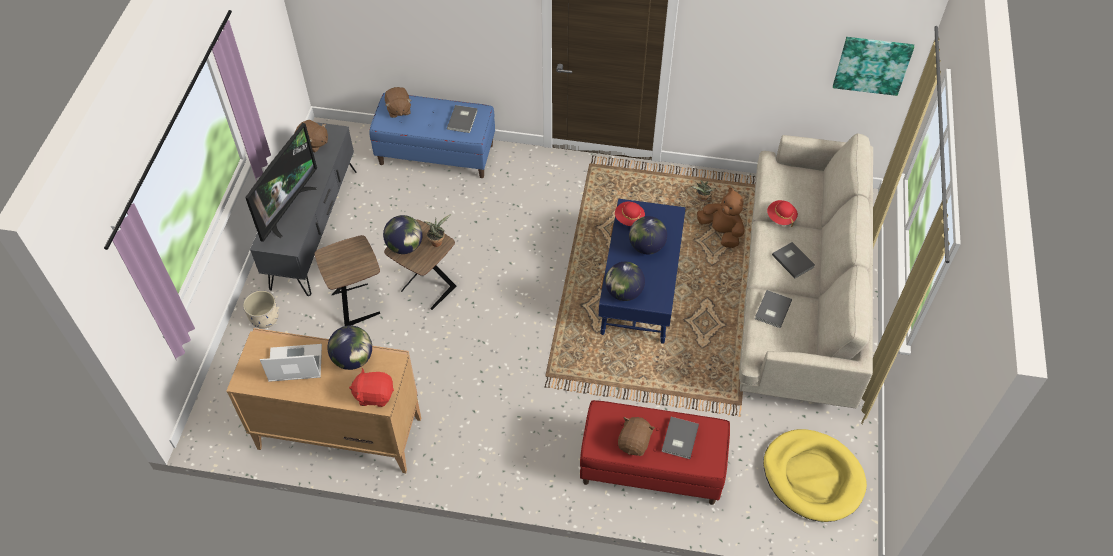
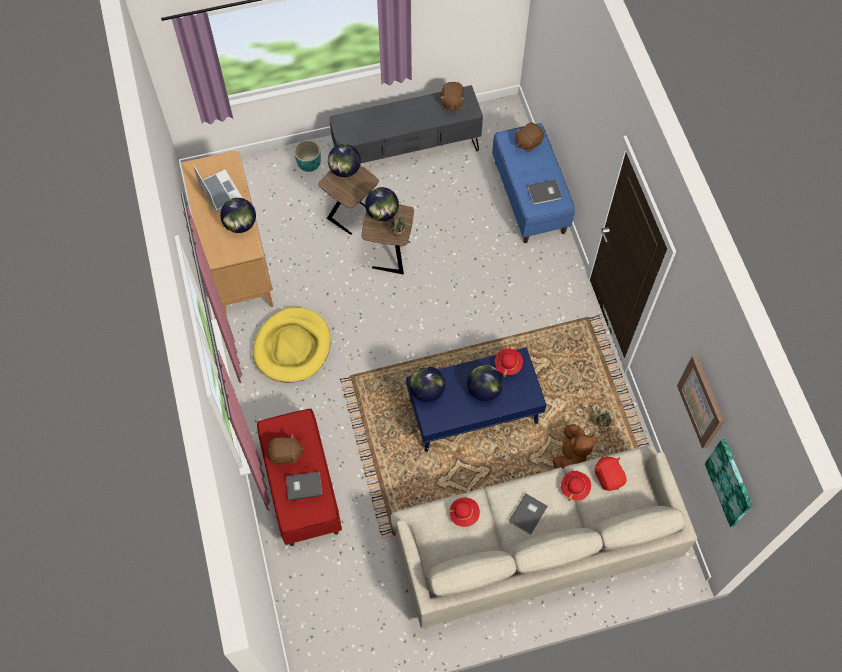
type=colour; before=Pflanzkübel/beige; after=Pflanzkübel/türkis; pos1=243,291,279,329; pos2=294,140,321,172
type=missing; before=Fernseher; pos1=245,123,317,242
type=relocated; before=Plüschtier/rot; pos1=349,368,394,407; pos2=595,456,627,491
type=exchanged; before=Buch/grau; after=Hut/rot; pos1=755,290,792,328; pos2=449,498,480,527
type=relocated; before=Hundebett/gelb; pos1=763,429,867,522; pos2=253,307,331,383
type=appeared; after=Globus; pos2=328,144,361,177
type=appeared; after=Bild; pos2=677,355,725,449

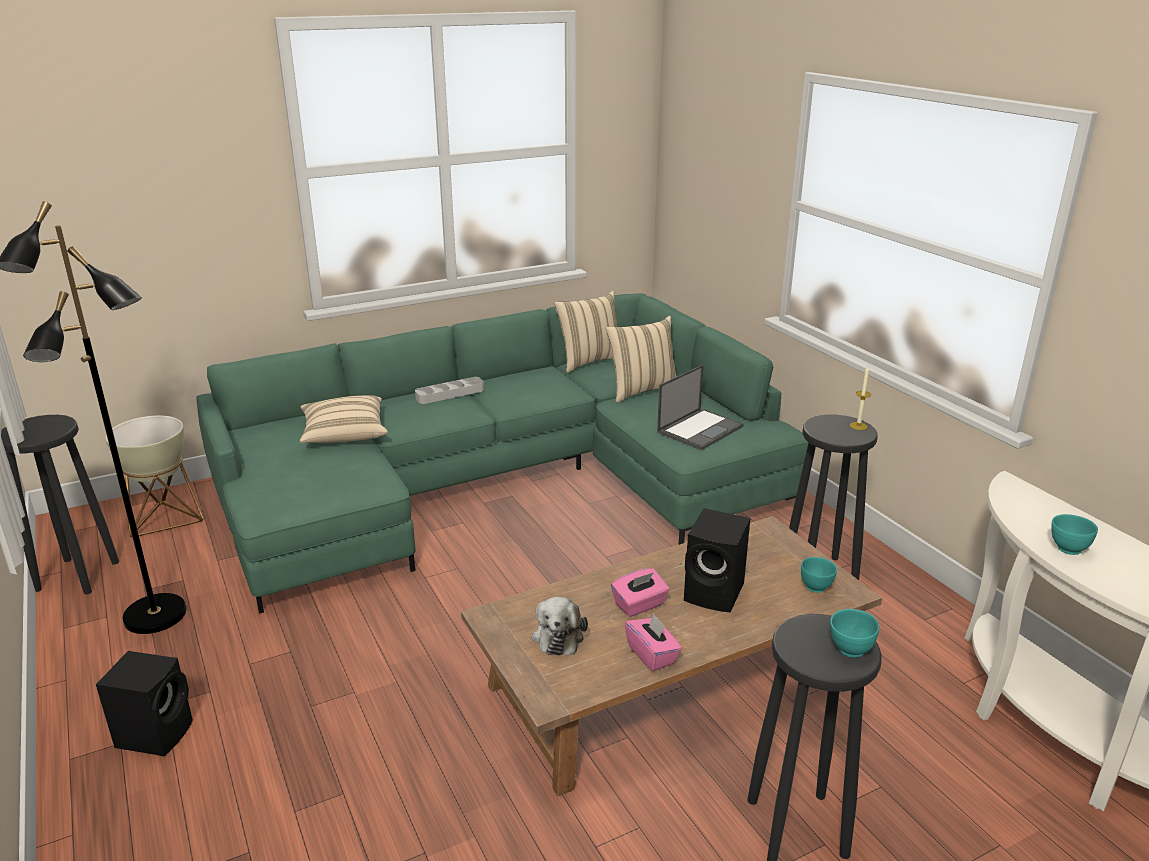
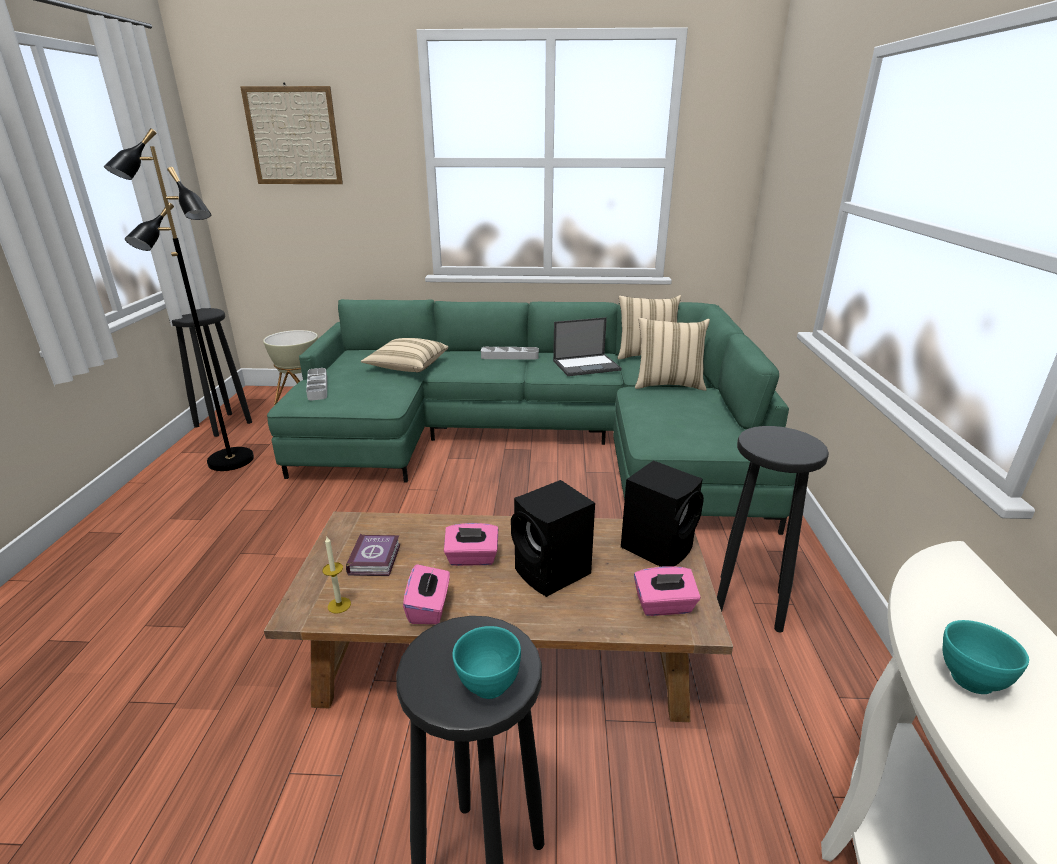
type=relocated; before=Lautsprecher/schwarz; pos1=96,651,193,756; pos2=621,460,704,567
type=exchanged; before=Plüschtier; after=Buch; pos1=532,597,588,655; pos2=346,534,400,576
type=relocated; before=Laptop; pos1=657,365,744,450; pos2=553,317,621,376
type=exchanged; before=Schüssel/türkis; after=Taschentuchbox/rosa; pos1=801,557,837,593; pos2=634,566,701,616
type=relocated; before=Kerze; pos1=850,367,871,430; pos2=322,537,351,614
type=appeared; after=Bild; pos2=240,82,343,184
type=appeared; after=Tablett/grau; pos2=306,368,327,400

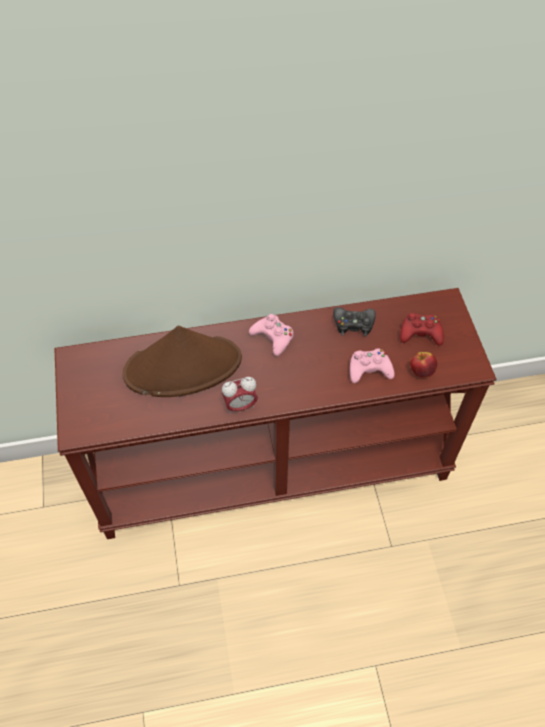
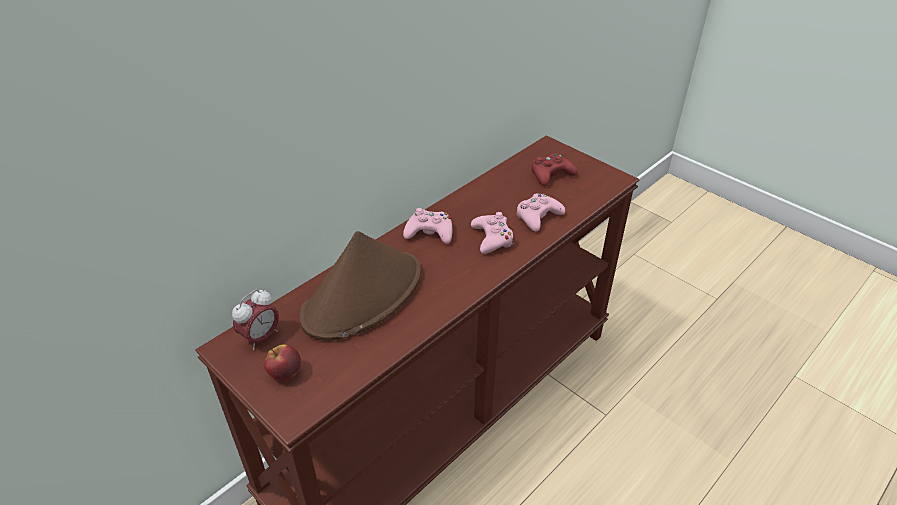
type=relocated; before=Wecker; pos1=222,377,258,414; pos2=232,289,279,350
type=missing; before=Gamepad/schwarz; pos1=333,307,376,336
type=relocated; before=Apfel; pos1=410,352,437,378; pos2=263,344,301,380
type=appeared; after=Gamepad/rosa; pos2=471,212,514,254

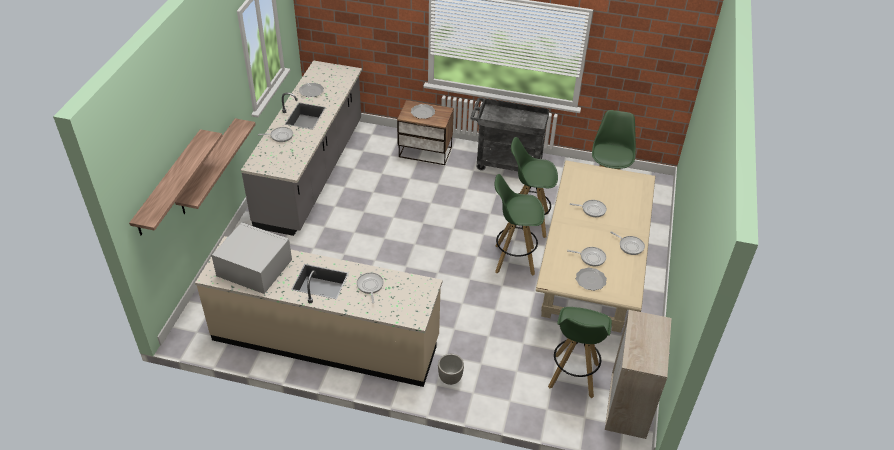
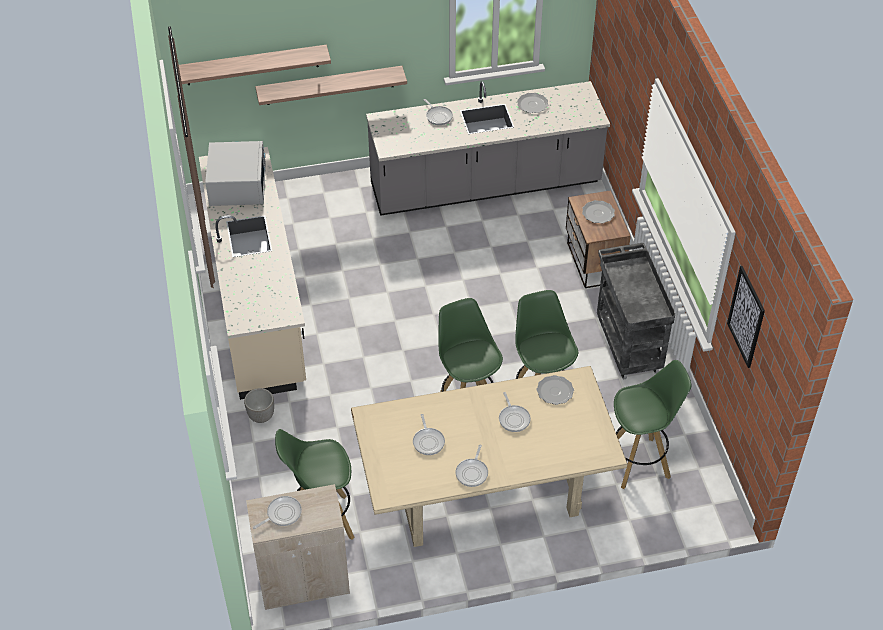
type=relocated; before=Pfanne; pos1=357,273,384,303; pos2=253,496,302,529
type=relocated; before=Teller; pos1=576,267,607,291; pos2=537,375,574,405
type=appeared; after=Bild; pos2=727,266,765,368

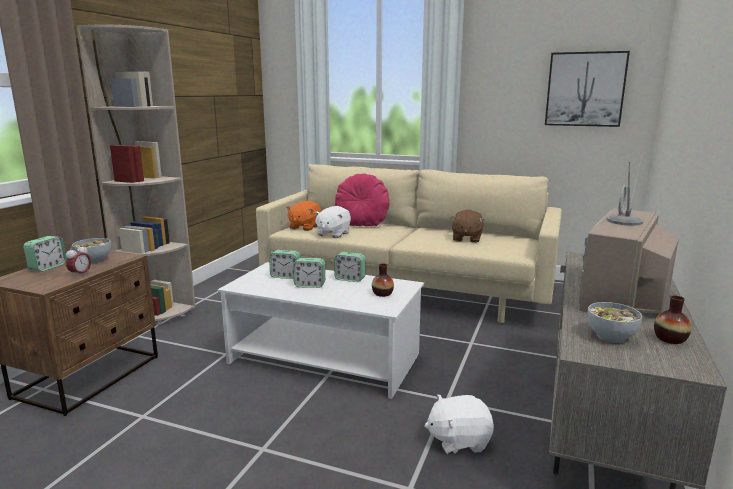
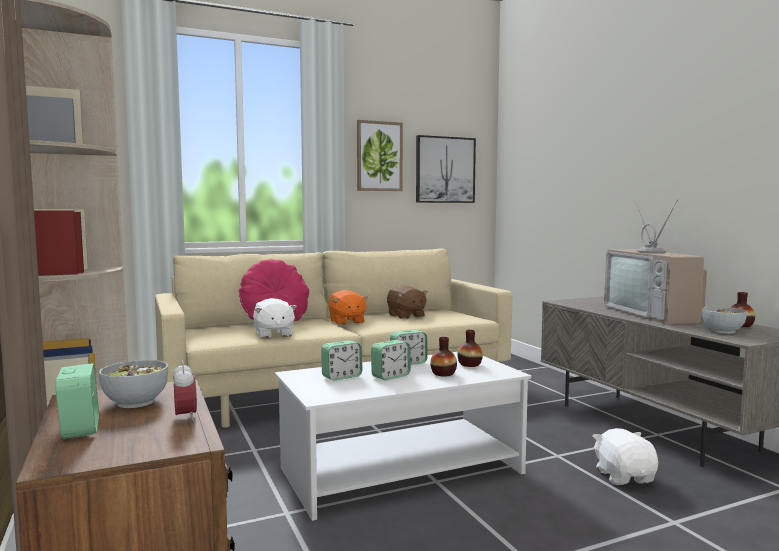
type=relocated; before=Plüschtier/orange; pos1=286,201,321,231; pos2=328,290,368,325
type=spun; before=Plüschtier/weiß; pos1=425,394,494,454; pos2=593,428,658,485; turn=135
type=appeared; after=Bild; pos2=357,120,403,191
type=appeared; after=Vase; pos2=430,337,457,376

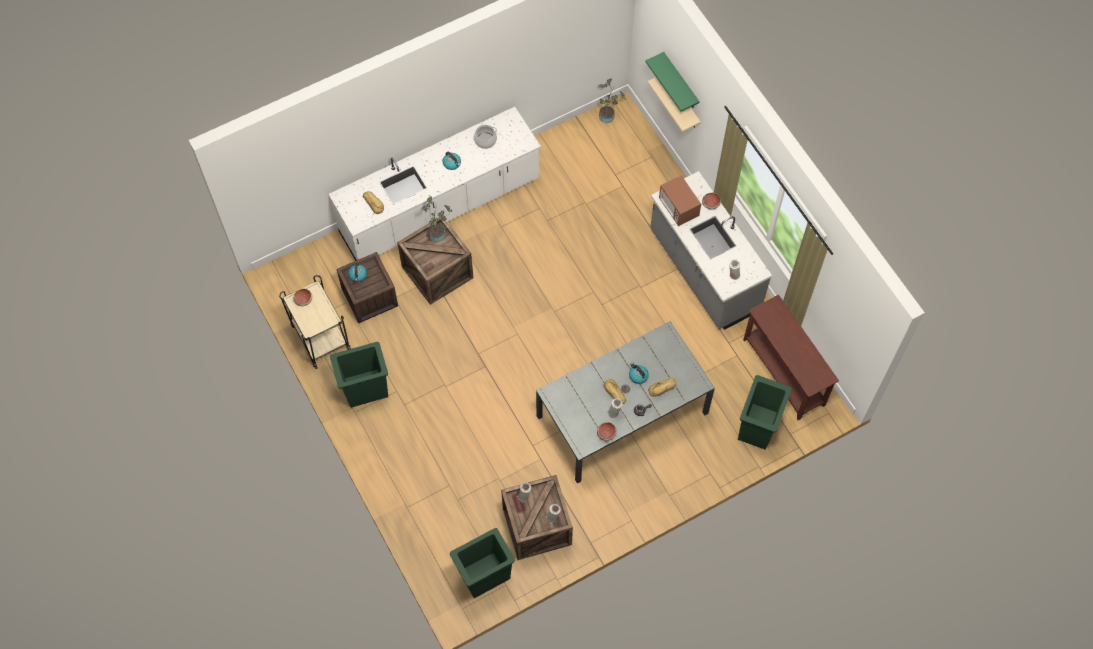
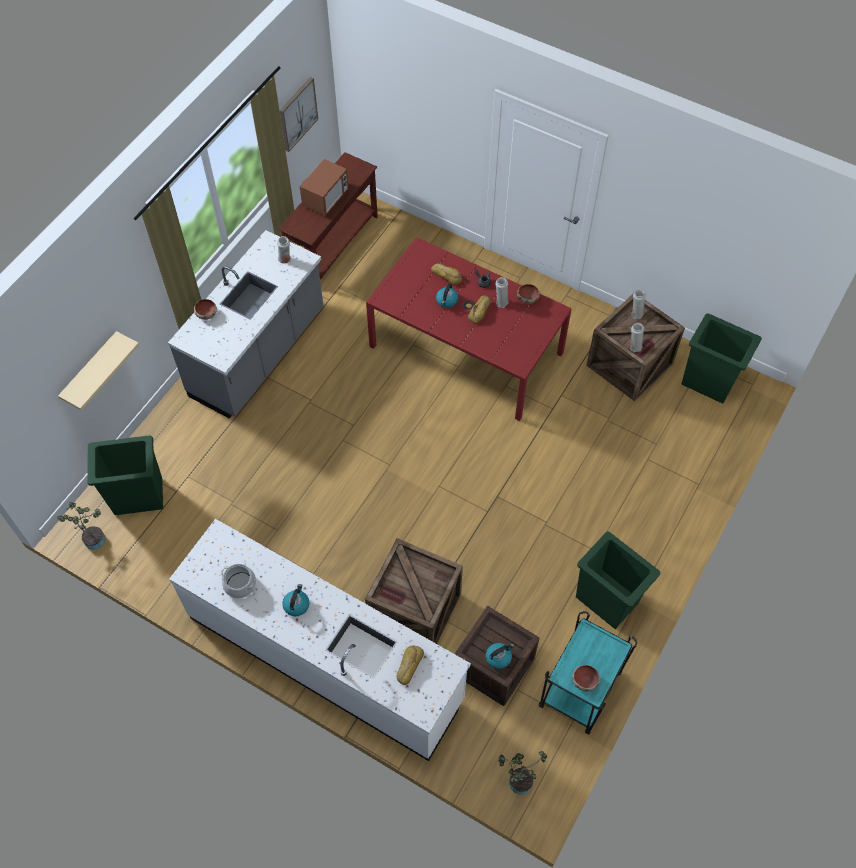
type=colour; before=Rollwagen/beige; after=Rollwagen/türkis; pos1=279,275,351,369; pos2=539,611,637,735
type=relocated; before=Topfpflanze; pos1=422,196,452,242; pos2=498,751,547,794
type=colour; before=Esstisch/grau; after=Esstisch/rot; pos1=536,321,715,484; pos2=366,237,572,421
type=missing; before=Wandregal/grün; pos1=646,52,699,112
type=relocated; before=Mikrowelle; pos1=659,175,701,226; pos2=300,159,349,216
type=relocated; before=Mülleimer/grün; pos1=738,375,792,450; pos2=87,435,163,515
type=appeared; after=Bild; pos2=280,77,318,152

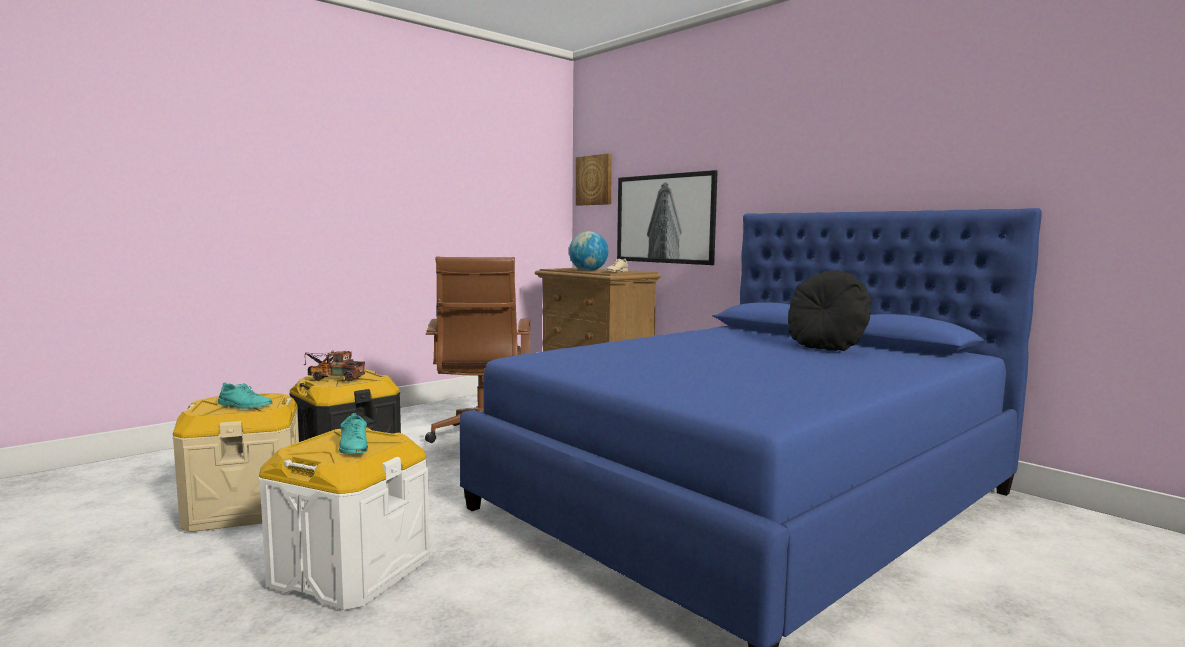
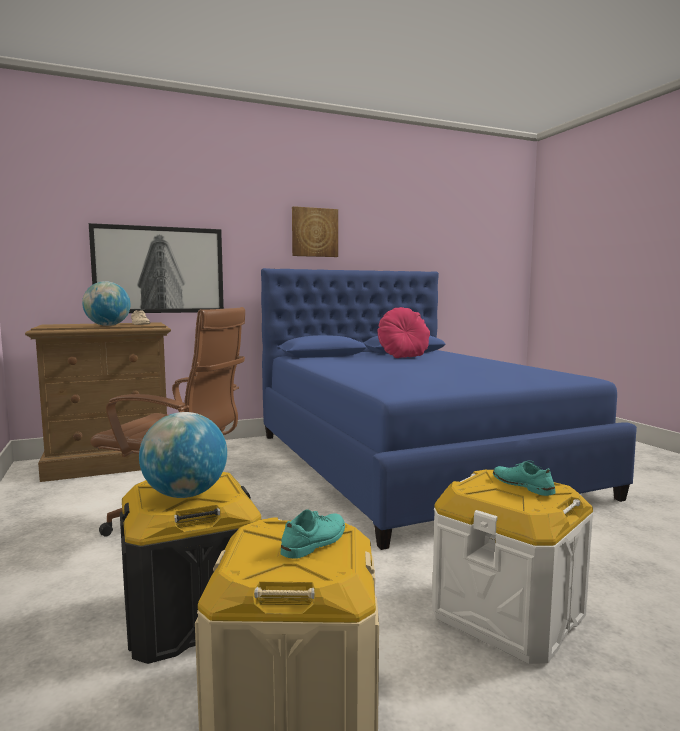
type=exchanged; before=Spielzeuglaster; after=Globus; pos1=304,351,365,382; pos2=139,412,227,498
type=spun; before=Schuh/türkis; pos1=339,413,368,454; pos2=493,461,555,496; turn=-120
type=relocated; before=Bild; pos1=576,153,612,206; pos2=292,206,338,257
type=colour; before=Kissen/schwarz; after=Kissen/rosa; pos1=788,271,871,351; pos2=377,307,430,358

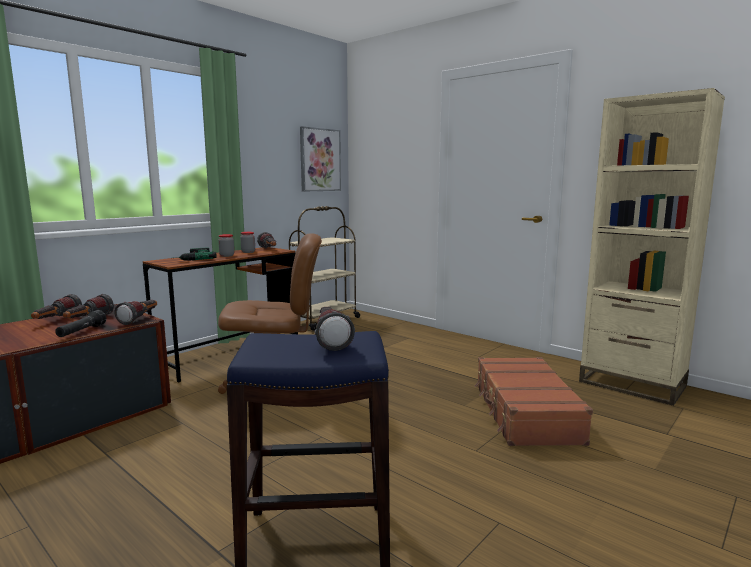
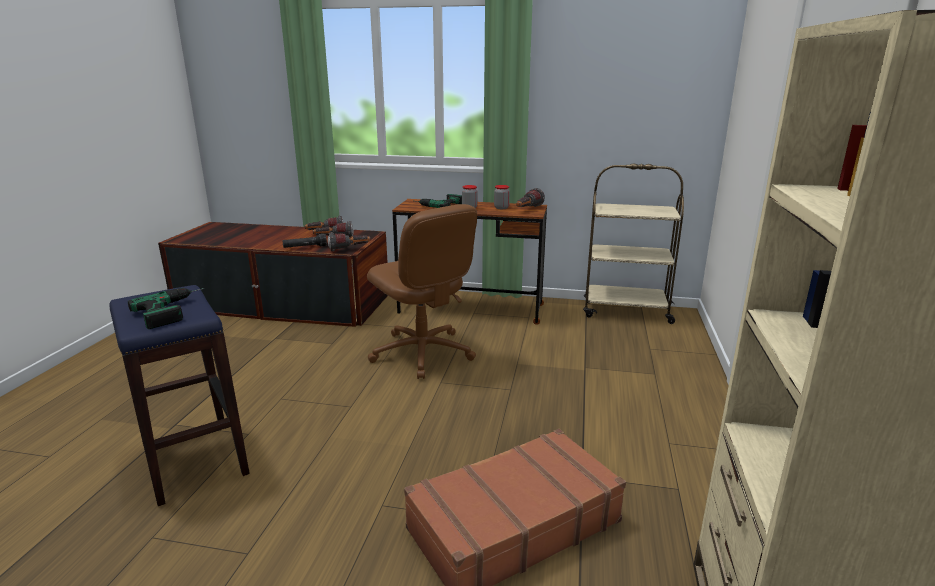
type=missing; before=Bild; pos1=300,126,341,191
type=exchanged; before=Taschenlampe; after=Bohrmaschine; pos1=314,307,355,351; pos2=128,288,204,329

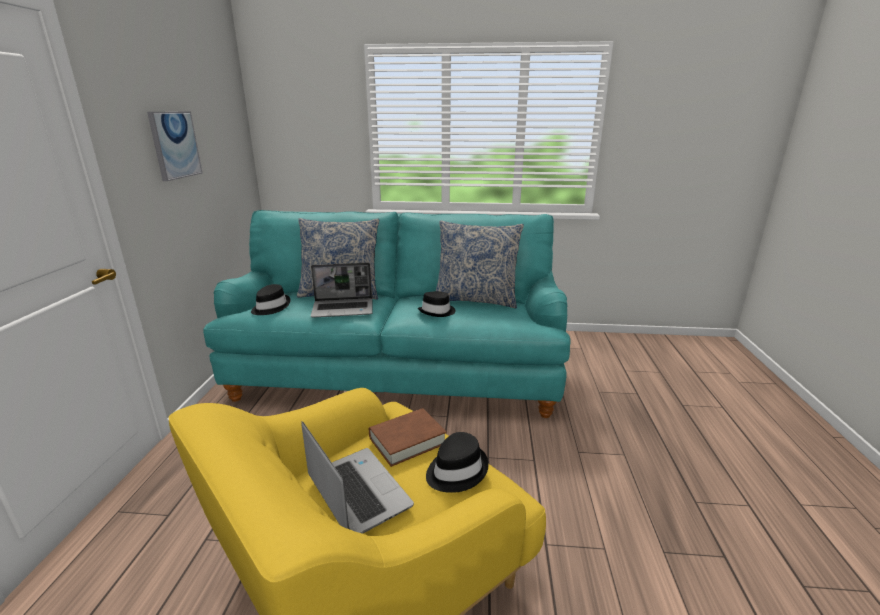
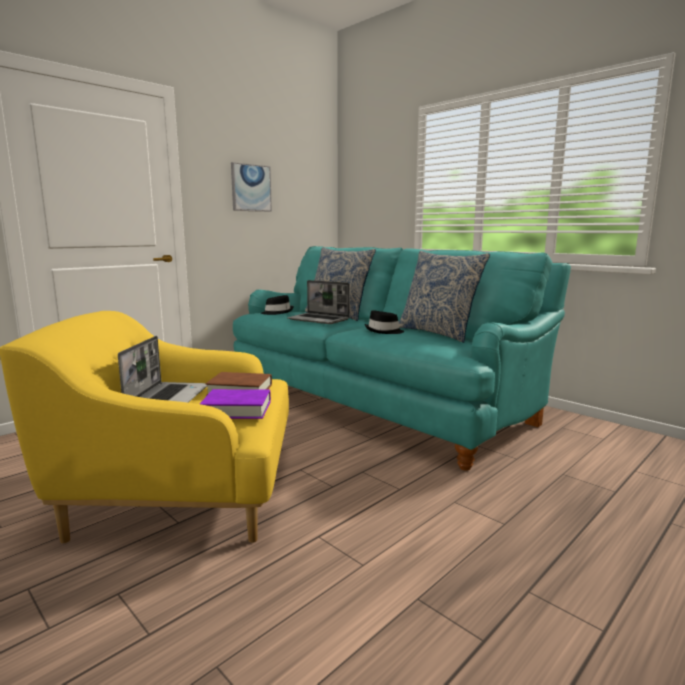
type=exchanged; before=Hut/schwarz; after=Buch/lila; pos1=426,432,489,493; pos2=200,389,271,419

